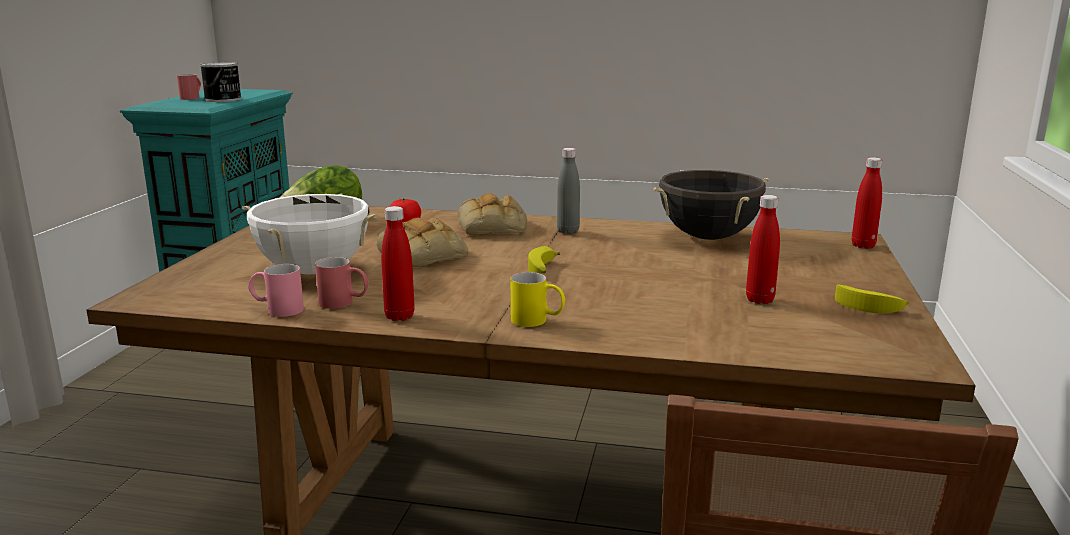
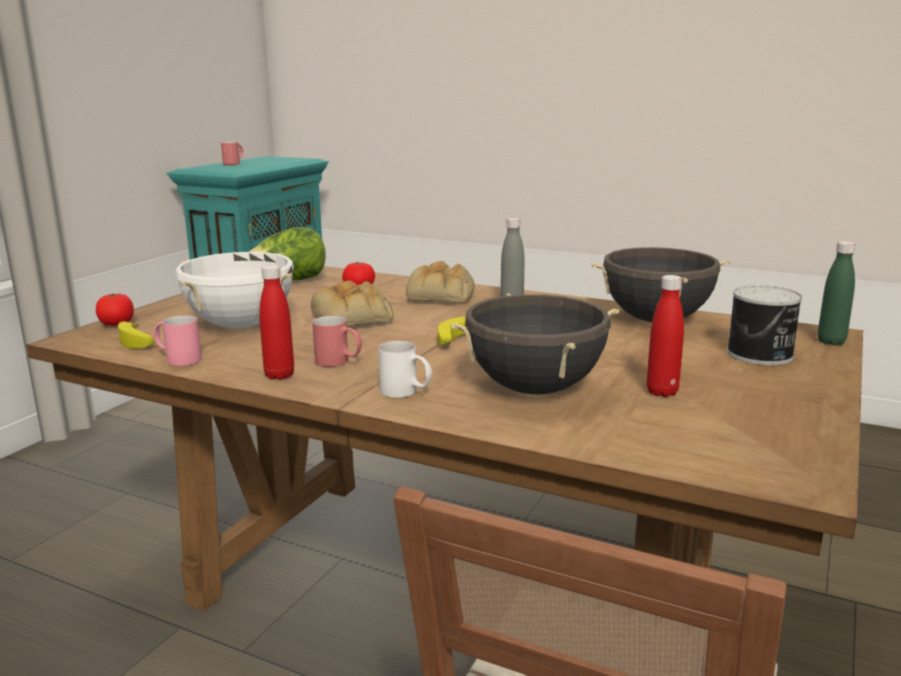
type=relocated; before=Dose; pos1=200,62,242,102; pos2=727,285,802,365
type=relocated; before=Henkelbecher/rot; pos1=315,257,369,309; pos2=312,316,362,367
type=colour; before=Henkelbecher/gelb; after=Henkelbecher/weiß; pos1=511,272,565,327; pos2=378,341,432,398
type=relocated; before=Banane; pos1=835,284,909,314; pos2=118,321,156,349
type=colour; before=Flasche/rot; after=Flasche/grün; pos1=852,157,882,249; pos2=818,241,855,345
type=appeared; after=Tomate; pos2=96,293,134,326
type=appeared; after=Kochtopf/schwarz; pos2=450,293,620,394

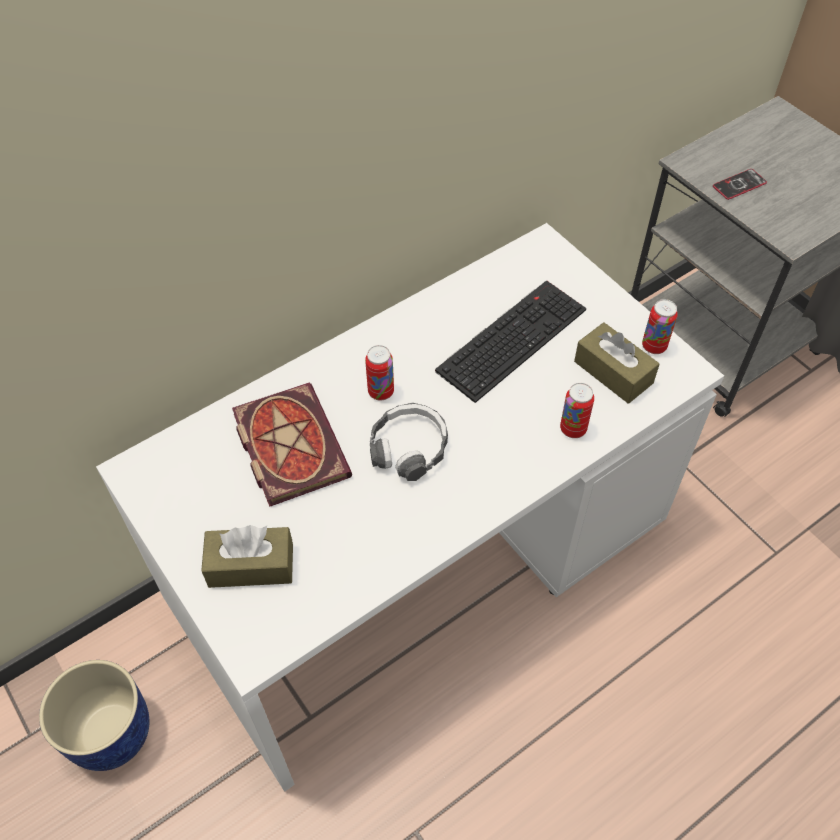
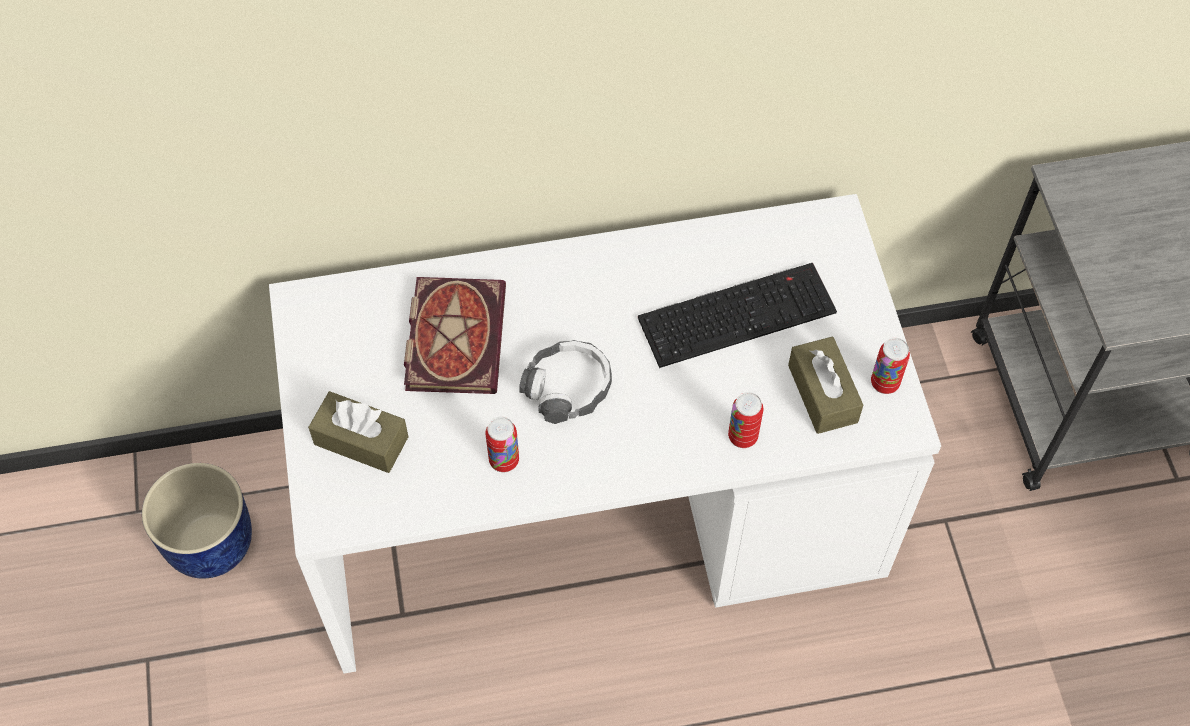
type=relocated; before=Dose; pos1=365,345,394,400; pos2=485,417,519,472
type=missing; before=Handy; pos1=713,169,767,200

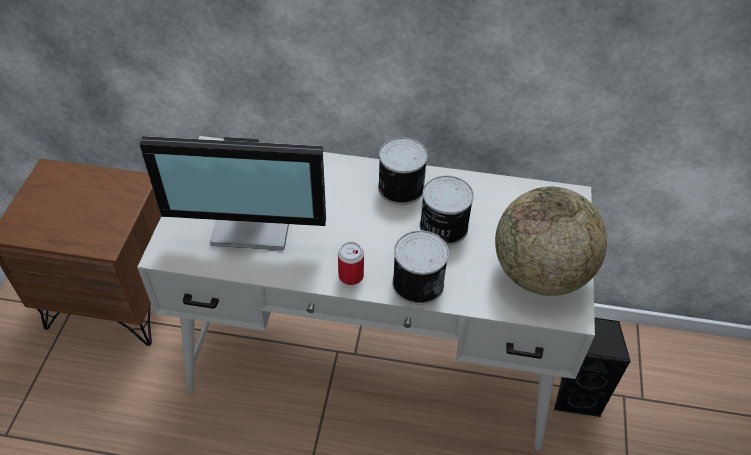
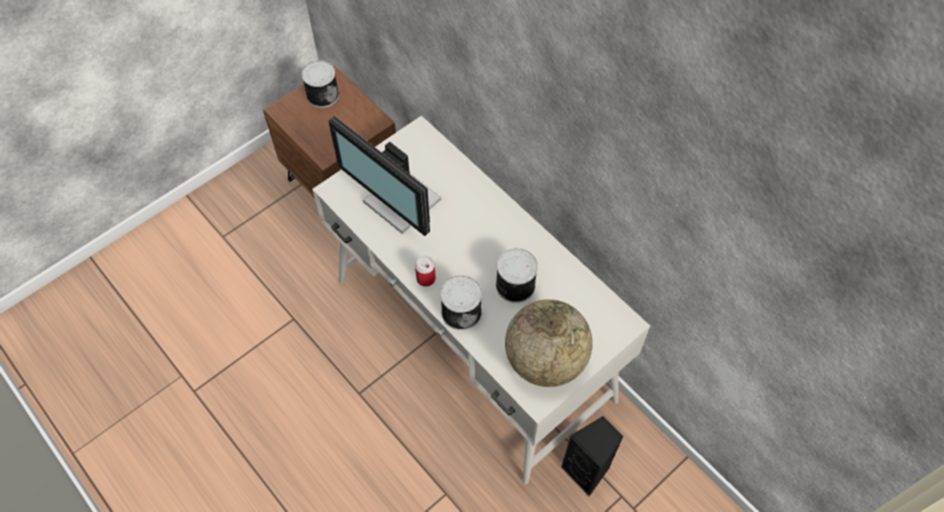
type=relocated; before=Dose; pos1=378,138,428,205; pos2=301,60,339,108

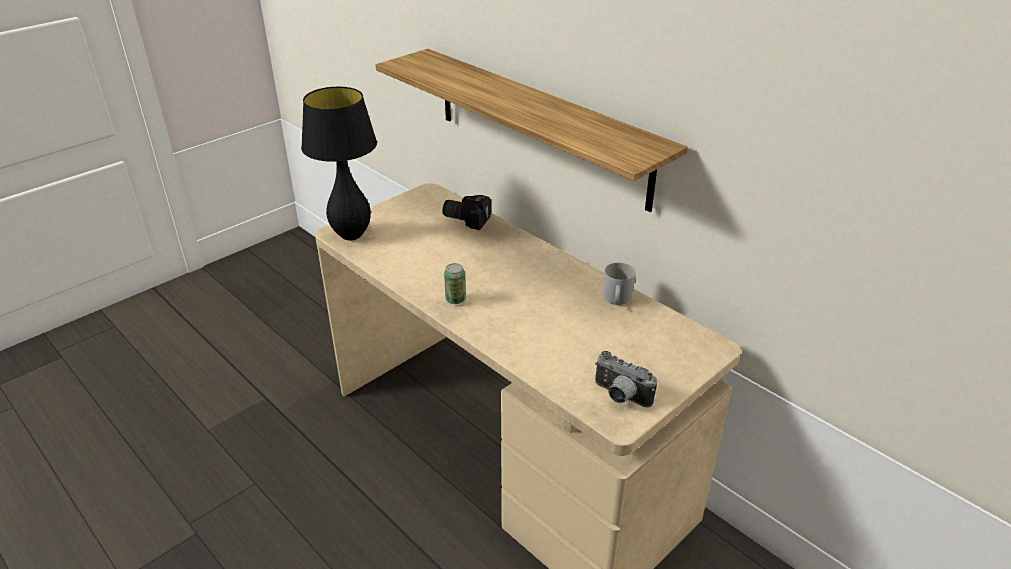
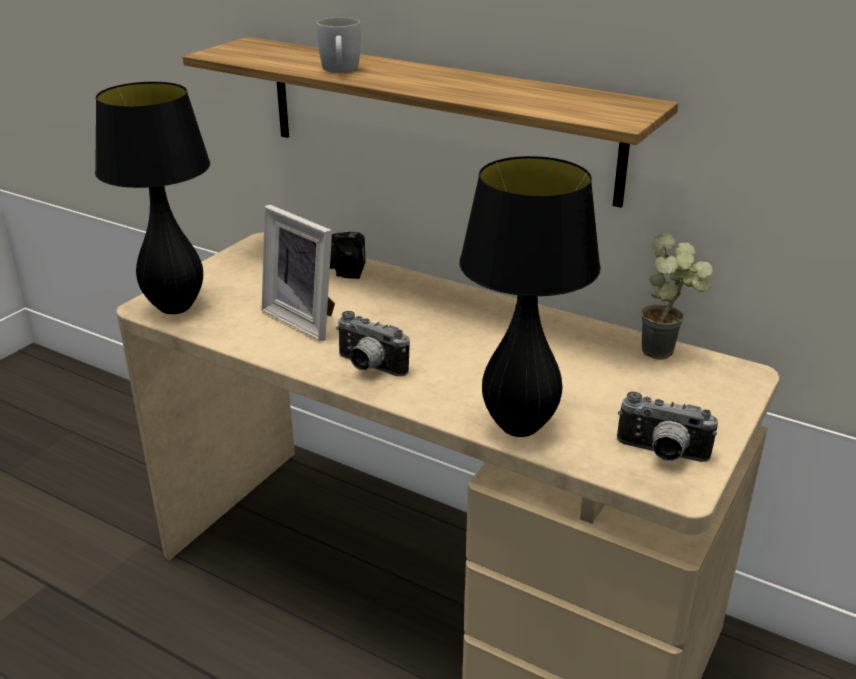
type=exchanged; before=Dose; after=Kamera; pos1=444,263,466,304; pos2=336,311,410,376
type=relocated; before=Henkelbecher/weiß; pos1=603,263,636,305; pos2=317,17,361,73
type=appeared; after=Bilderrahmen; pos2=262,205,335,341
type=appeared; after=Tischlampe/schwarz; pos2=459,156,601,437
type=appeared; after=Topfpflanze; pos2=641,233,713,360

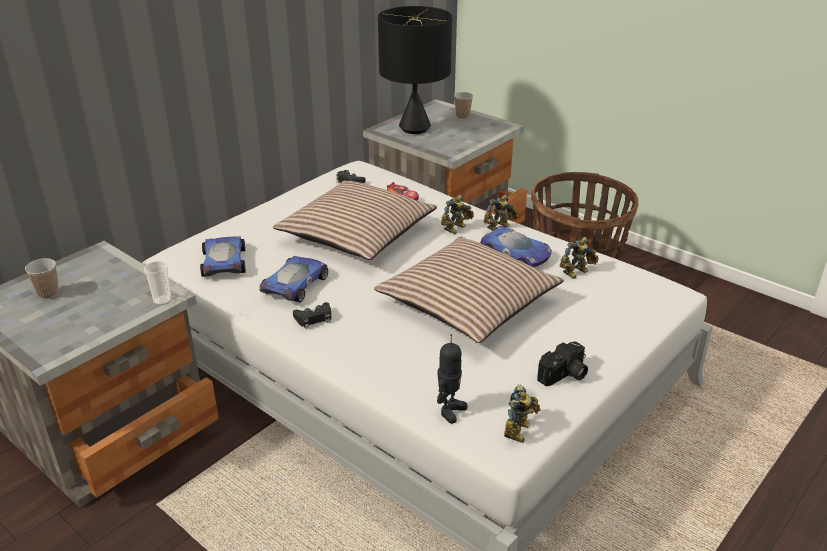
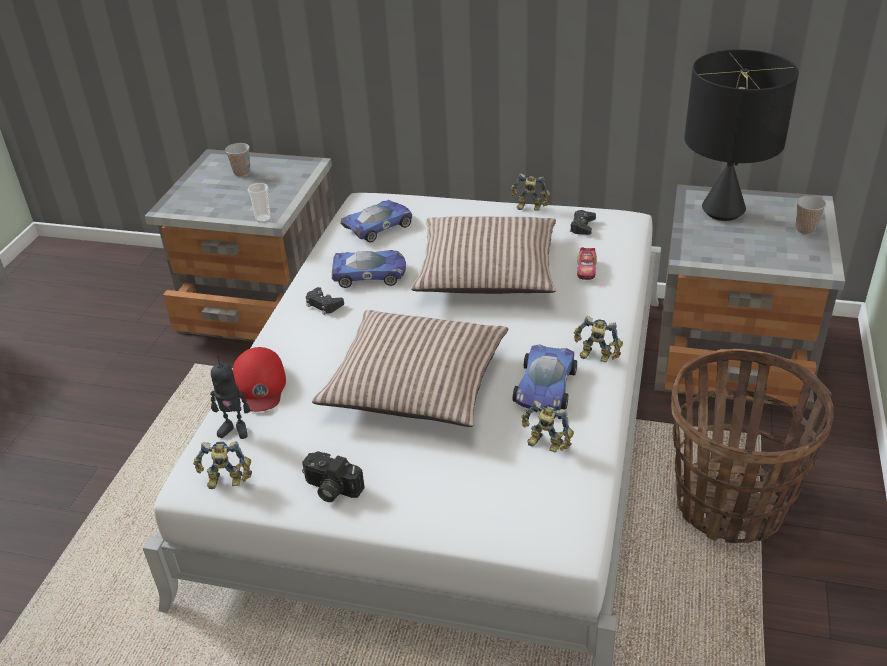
type=relocated; before=Spielzeugroboter; pos1=441,195,474,234; pos2=510,173,551,211
type=appeared; after=Kappe/rot; pos2=233,347,286,412

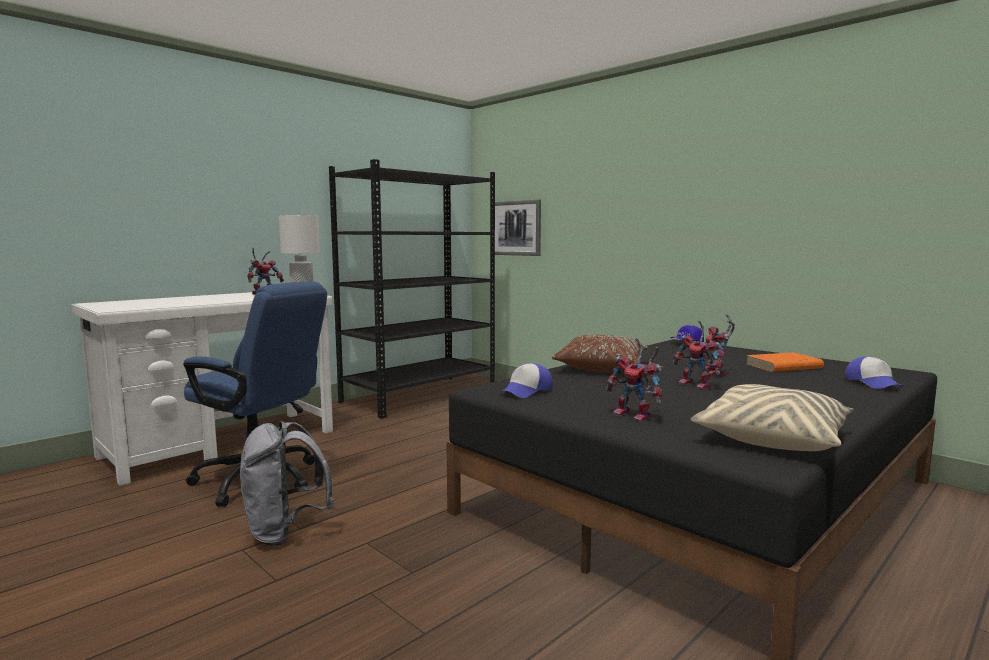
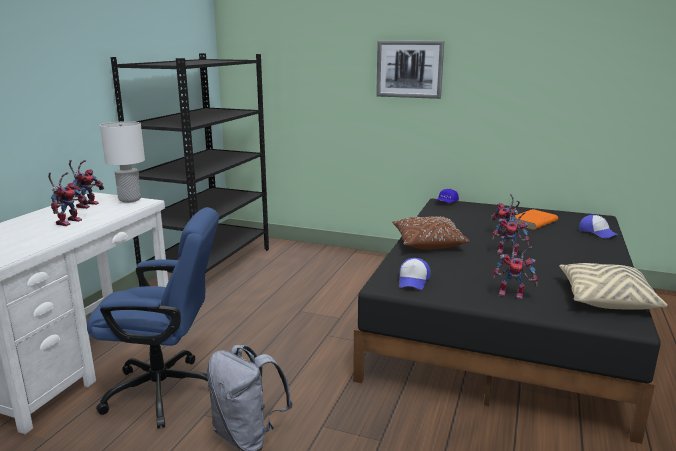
type=relocated; before=Bild; pos1=492,200,541,256; pos2=376,41,444,99
type=appeared; after=Spielzeugroboter; pos2=48,172,89,226

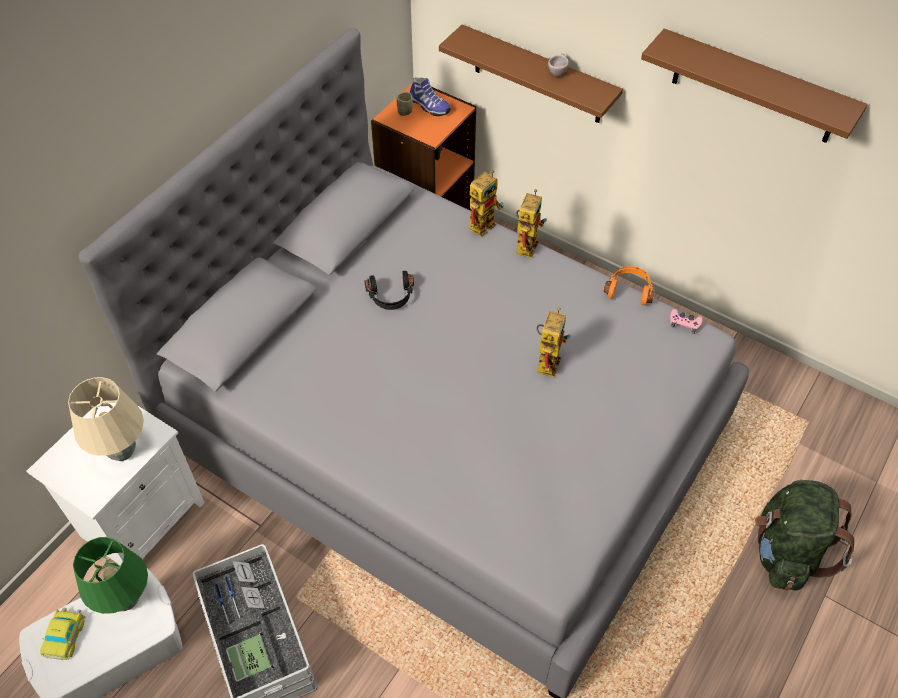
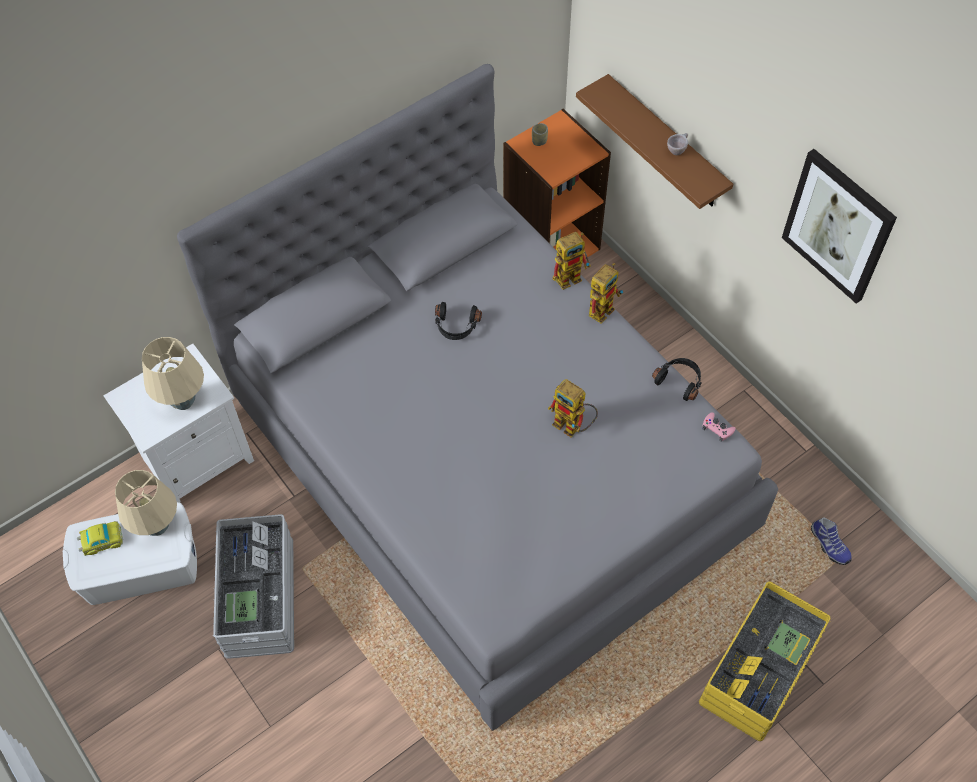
type=spun; before=Spielzeugauto; pos1=40,608,86,660; pos2=77,521,123,556; turn=-135
type=colour; before=Tischlampe/grün; after=Tischlampe/beige; pos1=73,537,148,614; pos2=115,470,177,536
type=relocated; before=Schuh; pos1=409,77,451,116; pos2=811,517,852,565
type=spun; before=Spielzeugroboter; pos1=537,307,571,377; pos2=548,379,598,437; turn=90
type=colour; before=Kopfhörer/orange; after=Kopfhörer/schwarz; pos1=603,266,654,306; pos2=652,358,702,401
type=exchanged; before=Wandregal/braun; after=Bild; pos1=641,28,868,143; pos2=782,149,897,304
type=exchanged; before=Rucksack/grün; after=Aufbewahrungsbox/gelb; pos1=755,480,854,591; pos2=699,581,831,741

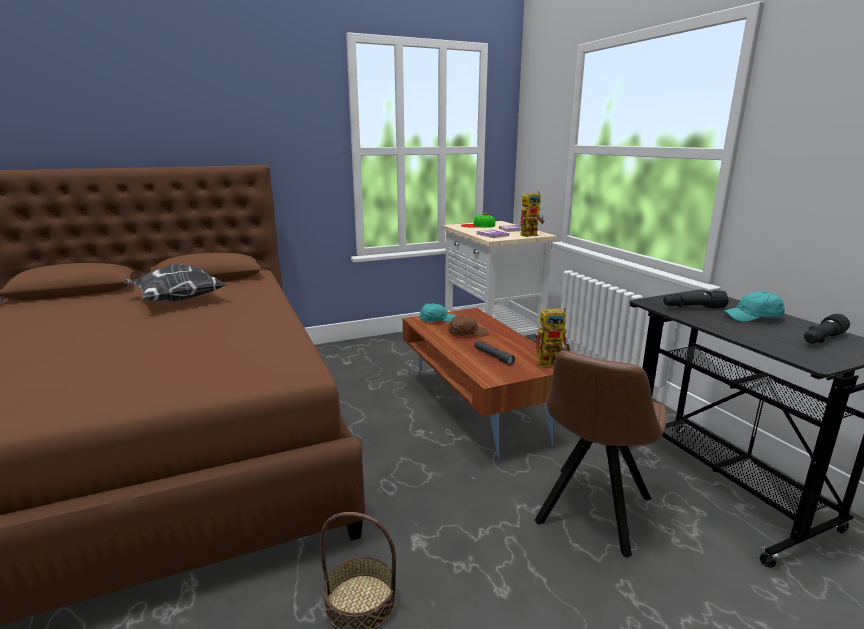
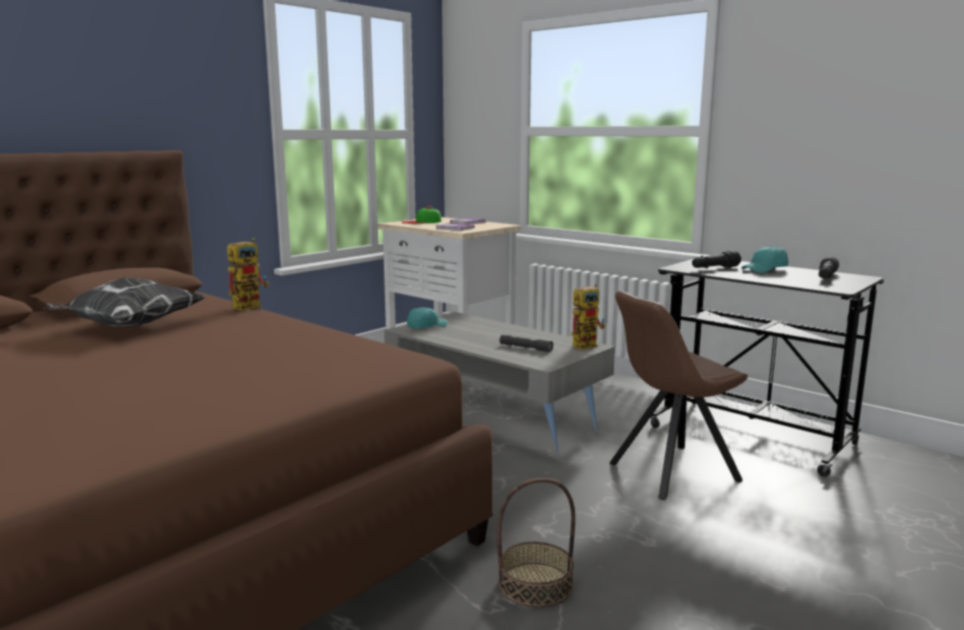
type=colour; before=Couchtisch/braun; after=Couchtisch/grau; pos1=402,308,554,461; pos2=384,312,615,454
type=missing; before=Kappe/braun; pos1=448,316,488,337
type=relocated; before=Spielzeugroboter; pos1=519,191,545,237; pos2=227,238,269,311
type=spun; before=Stuhl/braun; pos1=535,351,667,557; pos2=609,291,748,500; turn=60

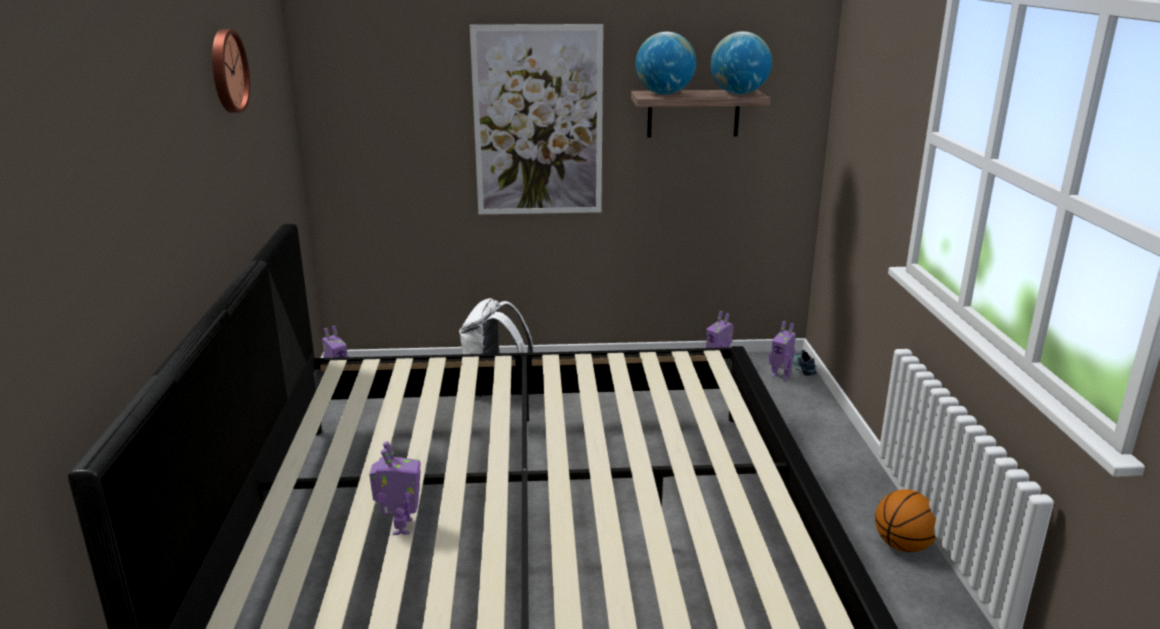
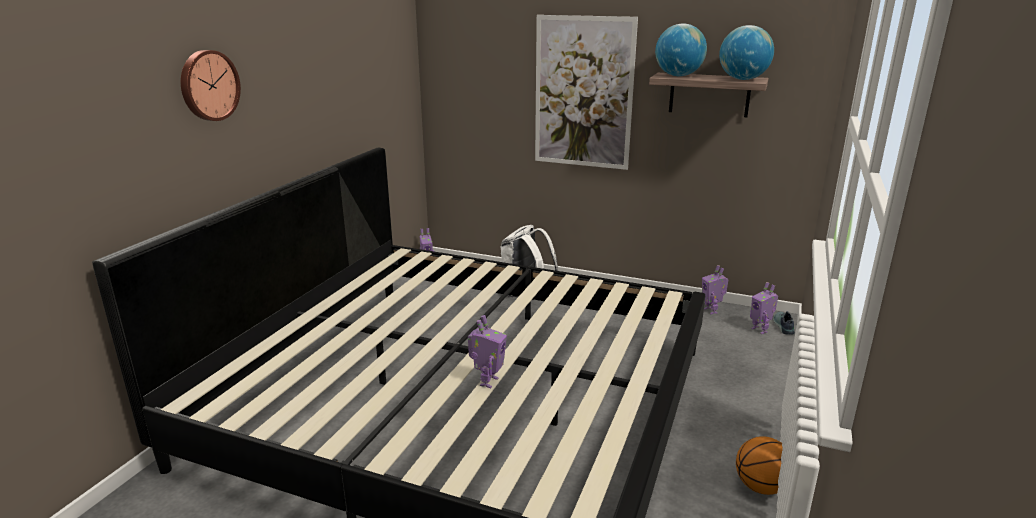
type=relocated; before=Wanduhr; pos1=212,29,250,113; pos2=181,50,241,121
type=relocated; before=Spielzeugroboter; pos1=369,441,421,535; pos2=468,315,507,388

